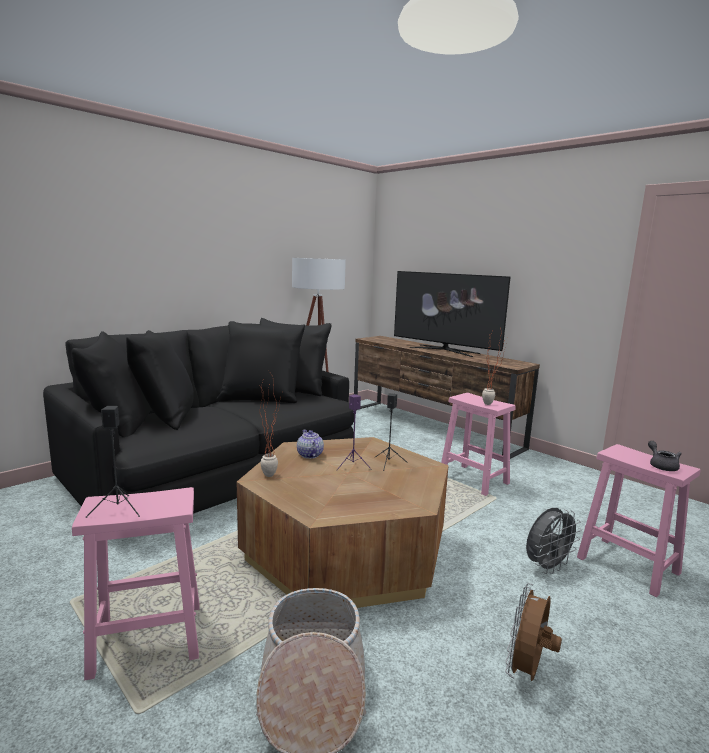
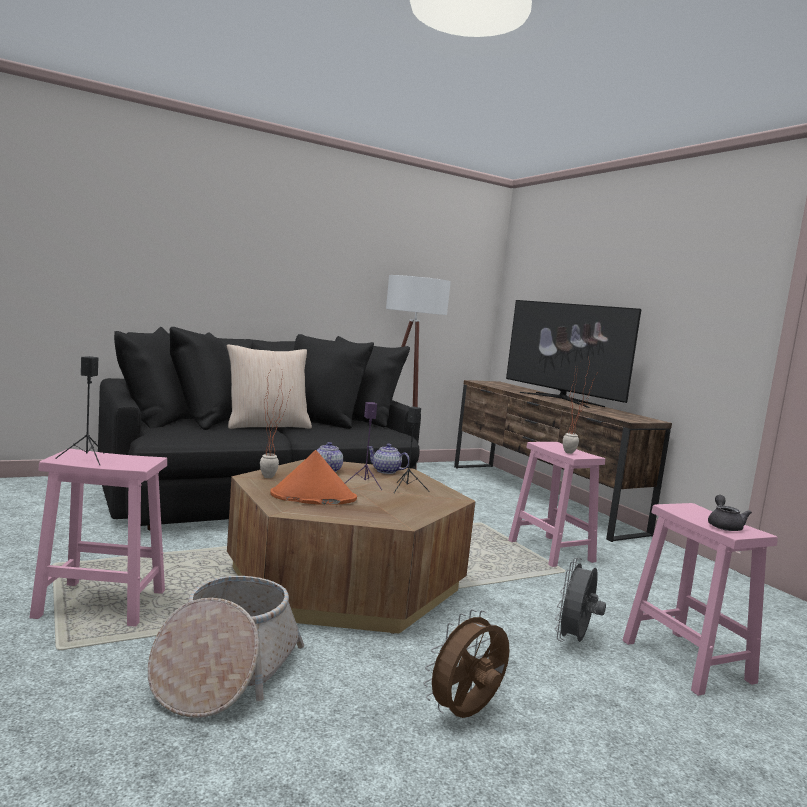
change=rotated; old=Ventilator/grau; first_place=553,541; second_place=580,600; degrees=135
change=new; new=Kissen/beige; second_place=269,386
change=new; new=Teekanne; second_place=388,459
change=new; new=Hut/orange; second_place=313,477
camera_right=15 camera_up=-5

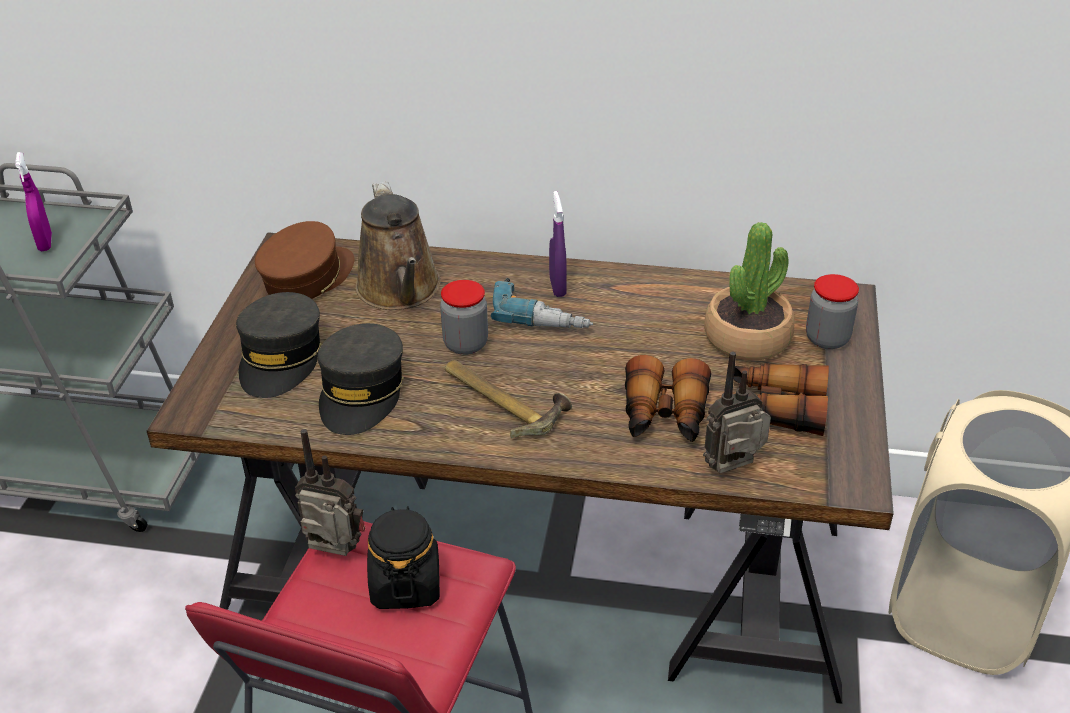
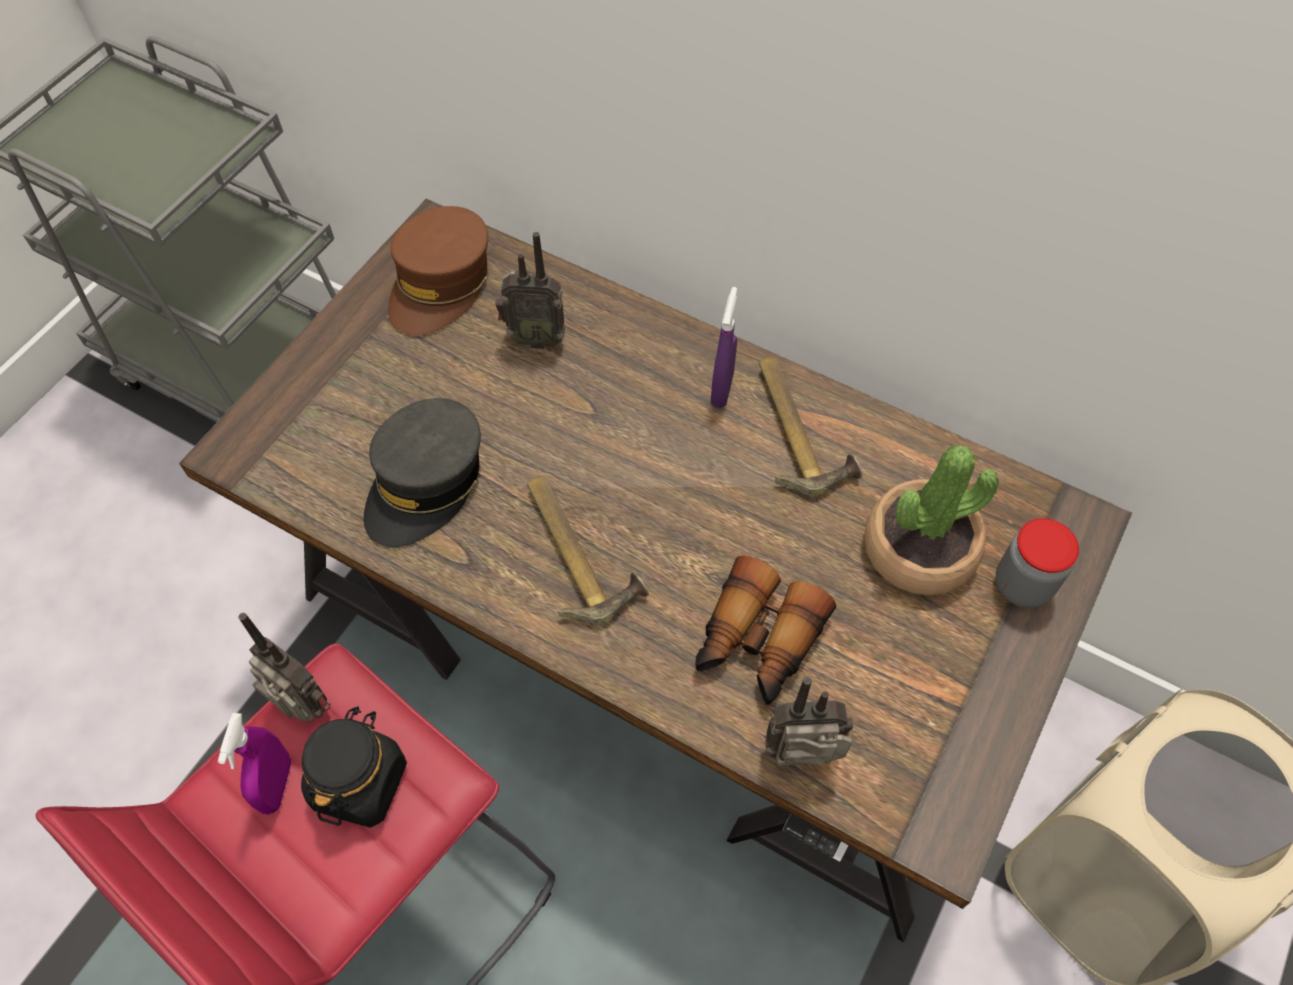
change=shifted; old=Sprühflasche/lila; first_place=33,201; second_place=254,764
change=swapped; old=Gießkanne/braun; new=Radio; first_place=398,245; second_place=530,290
change=rotated; old=Kappe/braun; first_place=304,260; second_place=438,271; degrees=150
change=gone; old=Bohrmaschine; first_place=542,303
change=gone; old=Vorratsglas; first_place=464,317
change=gone; old=Kappe/grau; first_place=279,345
change=gone; old=Fernglas; first_place=781,399
change=new; new=Hammer; second_place=810,426
camera_right=20 camera_up=20

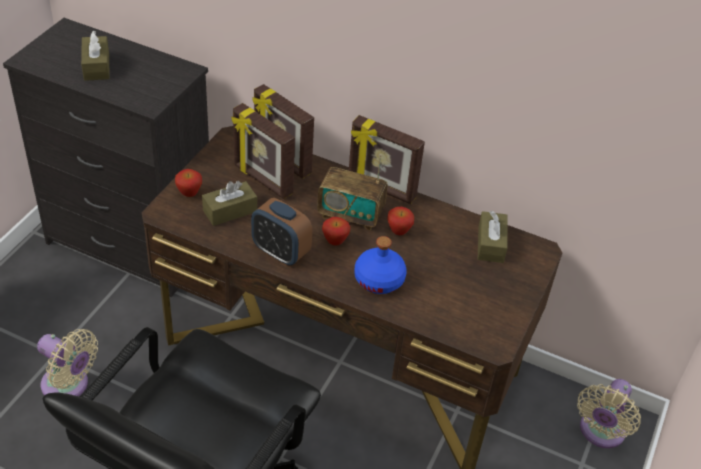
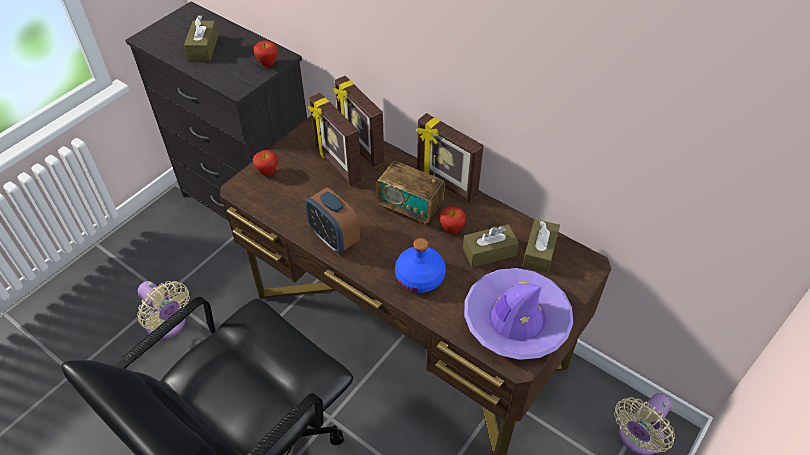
change=shifted; old=Taschentuchbox/braun; first_place=229,203; second_place=491,245
change=shifted; old=Apfel; first_place=336,231; second_place=266,53
change=new; new=Hut/lila; second_place=518,314
camera_right=15 camera_up=5

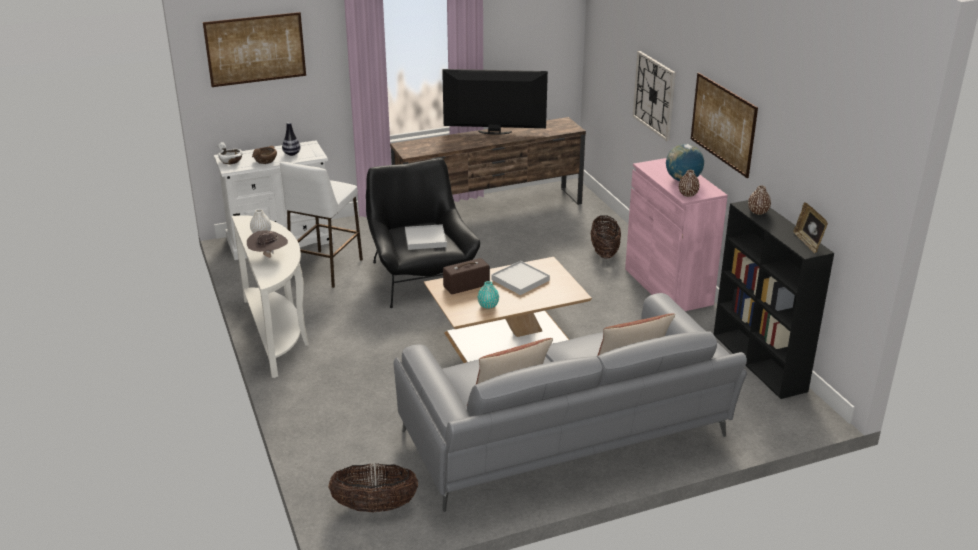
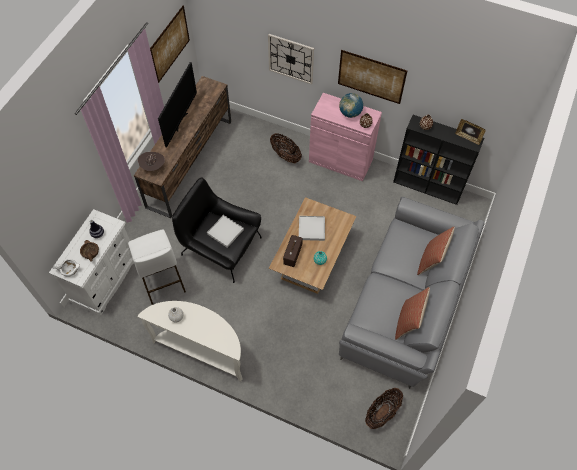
change=shifted; old=Bild; first_place=254,49; second_place=170,44
change=rotated; old=Fernseher; first_place=495,102; second_place=177,104; degrees=150
change=shifted; old=Hut/braun; first_place=267,244; second_place=151,161
camera_right=-45 camera_up=30

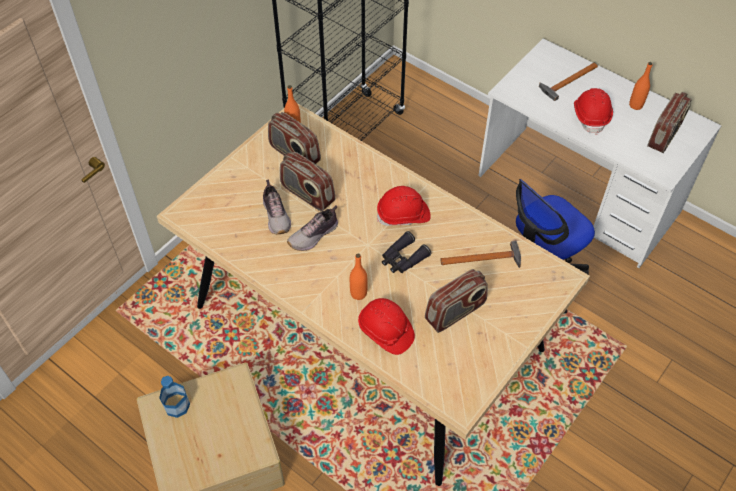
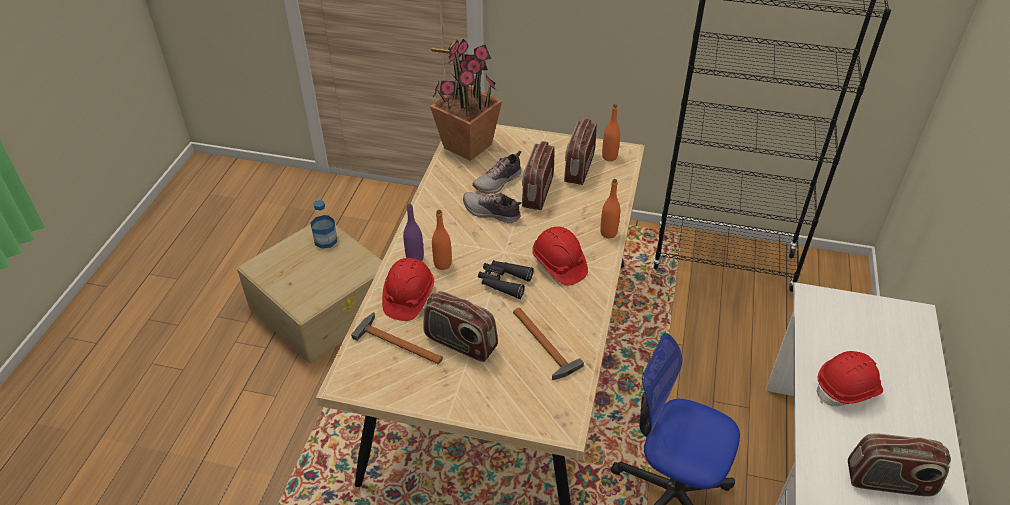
change=shifted; old=Flasche/orange; first_place=640,86; second_place=610,208
change=shifted; old=Hammer; first_place=568,82; second_place=397,338
change=new; new=Topfpflanze; second_place=466,100
change=new; new=Flasche/lila; second_place=413,232
camera_right=65 camera_up=-10

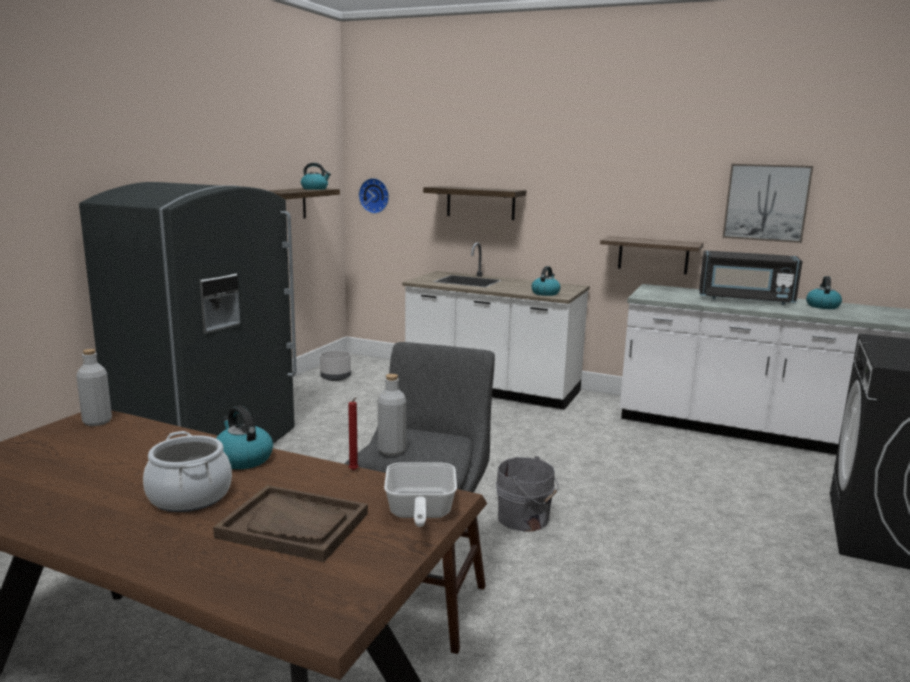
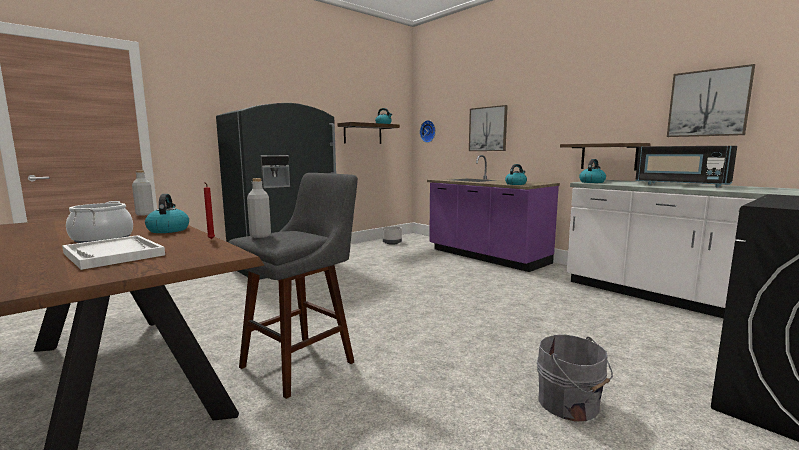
change=swapped; old=Wandregal; new=Bild; first_place=474,203; second_place=488,128
change=repainted; old=Küchenzeile/weiß; new=Küchenzeile/lila; first_place=496,326; second_place=493,213
change=shifted; old=Wasserkessel; first_place=824,292; second_place=592,171
change=shifted; old=Eimer/grau; first_place=527,493; second_place=575,378
change=gone; old=Pfanne; first_place=420,494
change=repainted; old=Tablett/braun; new=Tablett/weiß; first_place=290,523; second_place=113,252
camera_right=25 camera_up=-5

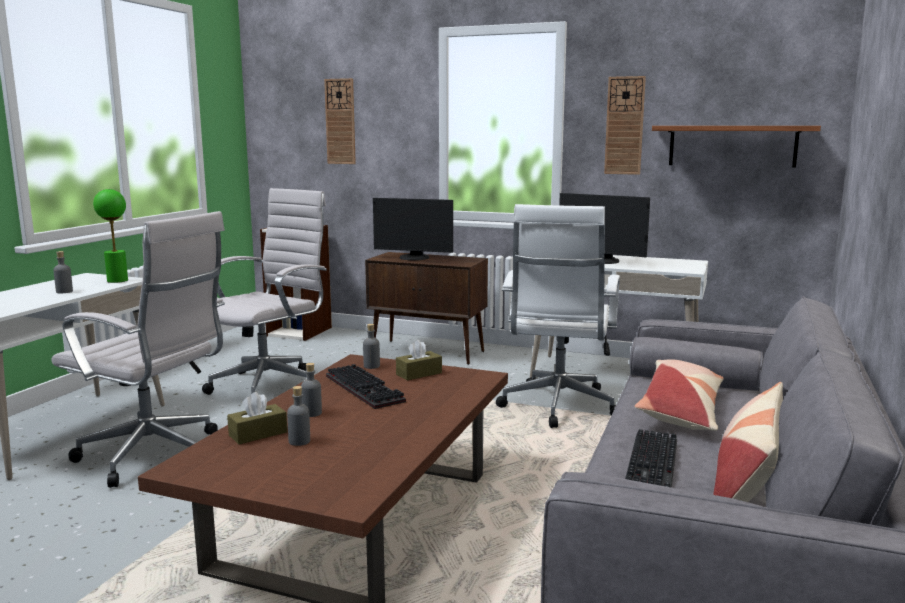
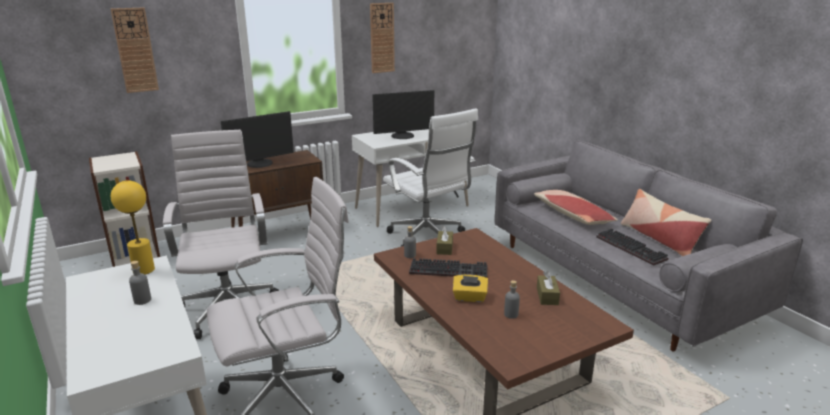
change=gone; old=Wandregal; first_place=736,146
change=repainted; old=Tischlampe/grün; new=Tischlampe/gelb; first_place=110,236; second_place=133,227
change=swapped; old=Flasche/grau; new=Taschentuchbox/gelb; first_place=311,390; second_place=470,288
change=shifted; old=Taschentuchbox/braun; first_place=257,418; second_place=548,288
camera_right=-50 camera_up=10

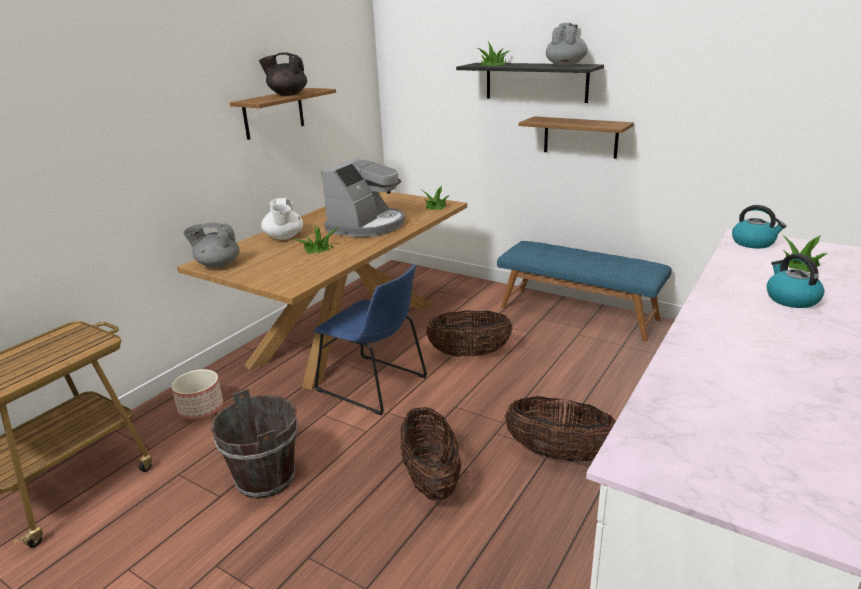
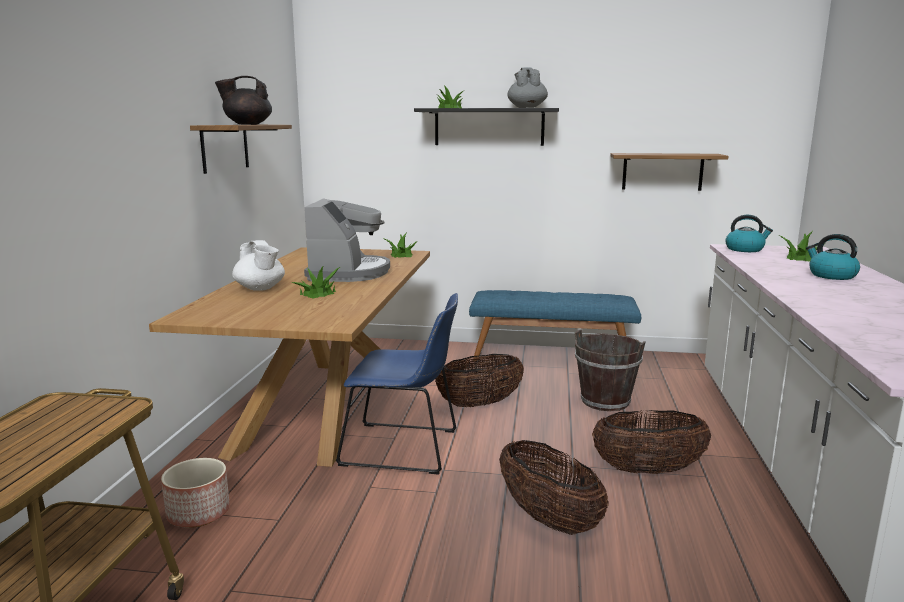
change=shifted; old=Wandregal; first_place=576,137; second_place=669,172
change=gone; old=Teekanne/grau; first_place=211,245
change=shifted; old=Eimer/braun; first_place=254,444; second_place=610,370
camera_right=-25 camera_up=-10

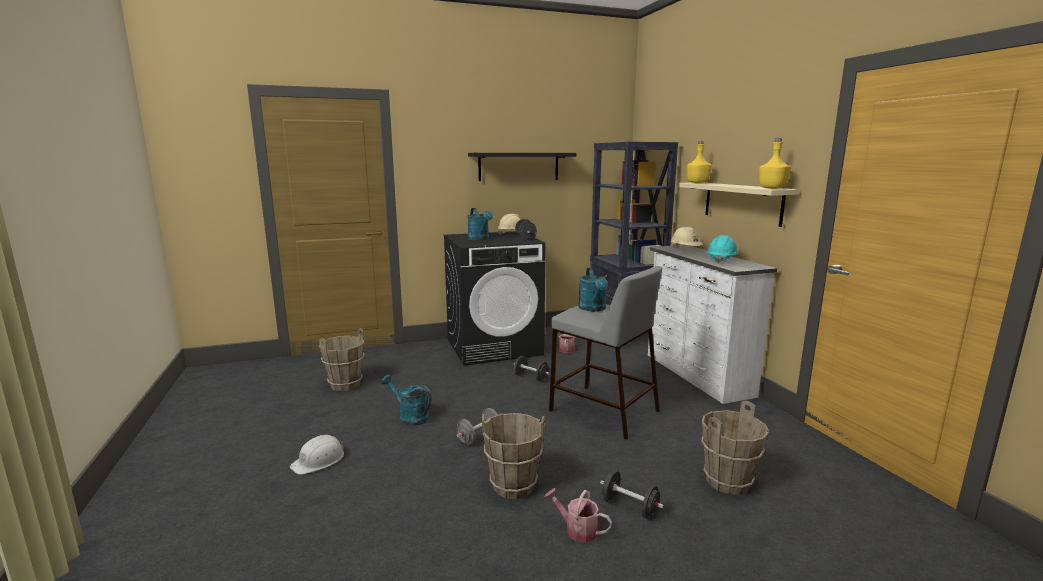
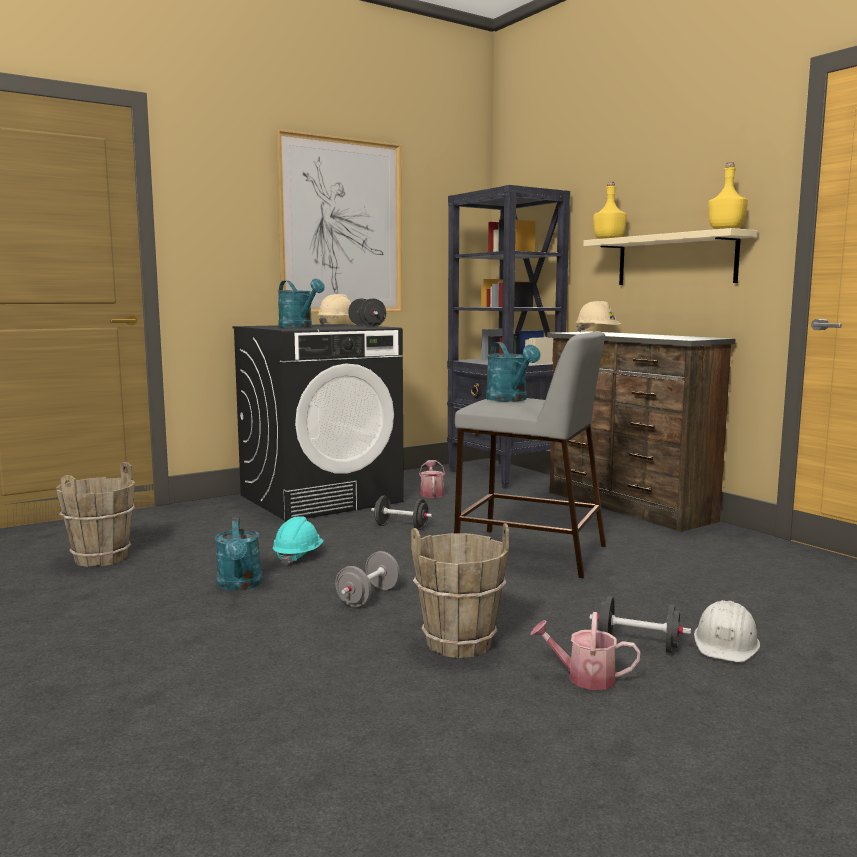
change=swapped; old=Wandregal/schwarz; new=Bild; first_place=522,167; second_place=339,221
change=shifted; old=Schutzhelm/türkis; first_place=722,249; second_place=298,540
change=repainted; old=Kommode/weiß; new=Kommode/braun; first_place=712,324; second_place=641,431
change=rotated; old=Gießkanne/türkis; first_place=406,400; second_place=238,554; degrees=-120
change=gone; old=Eimer/braun; first_place=735,448
change=shifted; old=Schutzhelm/weiß; first_place=317,455; second_place=727,631
camera_right=-15 camera_up=-5

